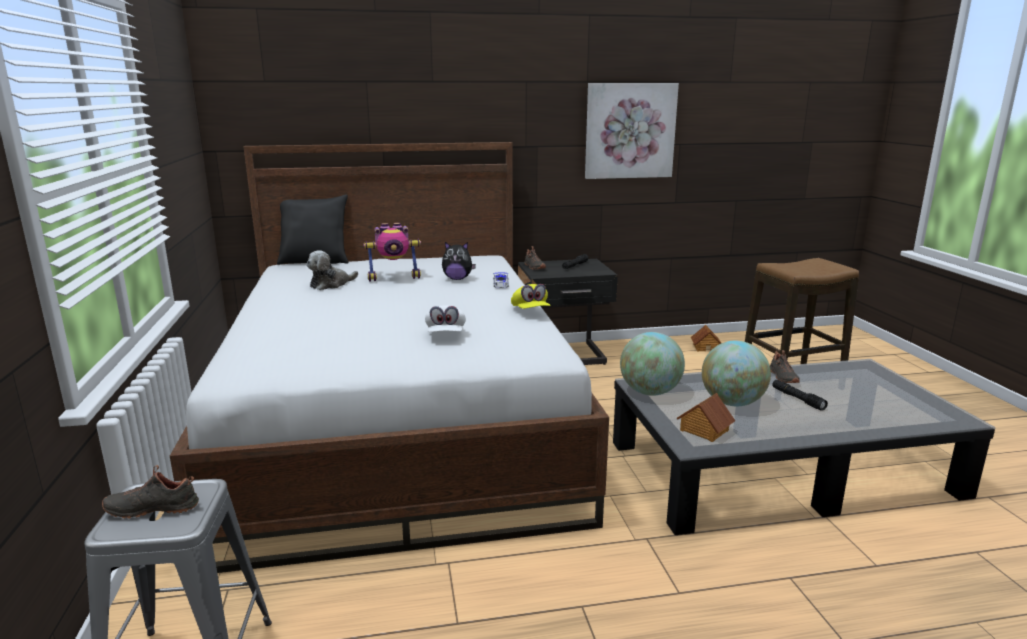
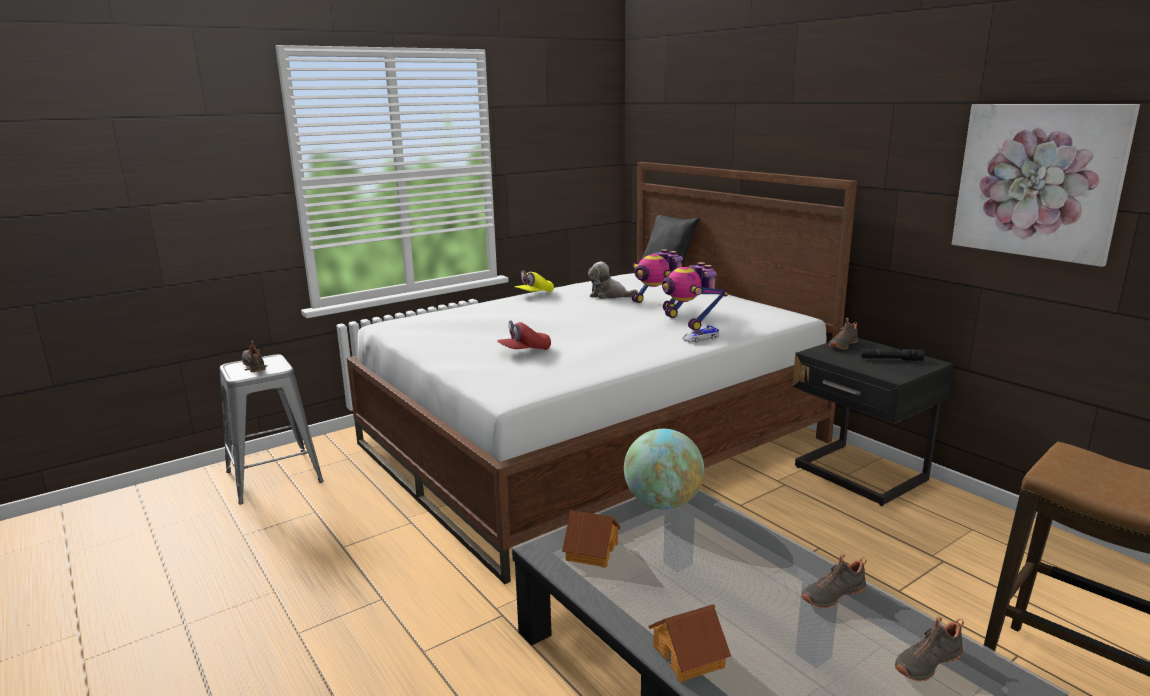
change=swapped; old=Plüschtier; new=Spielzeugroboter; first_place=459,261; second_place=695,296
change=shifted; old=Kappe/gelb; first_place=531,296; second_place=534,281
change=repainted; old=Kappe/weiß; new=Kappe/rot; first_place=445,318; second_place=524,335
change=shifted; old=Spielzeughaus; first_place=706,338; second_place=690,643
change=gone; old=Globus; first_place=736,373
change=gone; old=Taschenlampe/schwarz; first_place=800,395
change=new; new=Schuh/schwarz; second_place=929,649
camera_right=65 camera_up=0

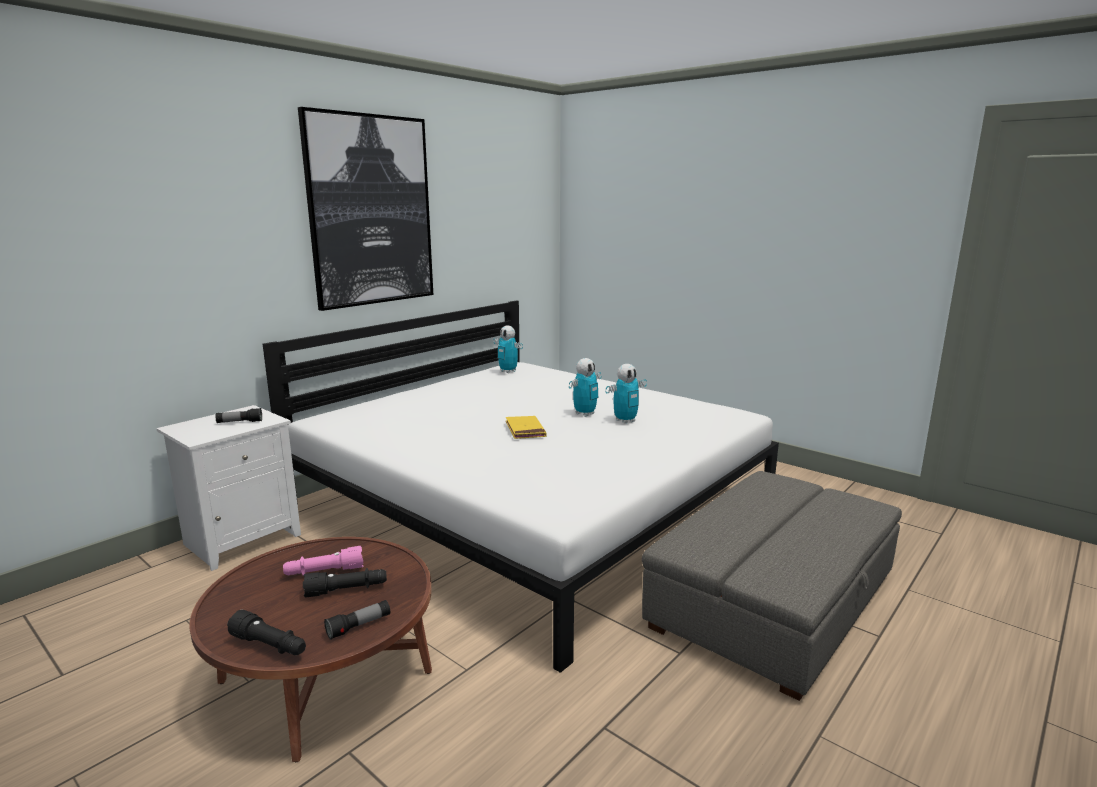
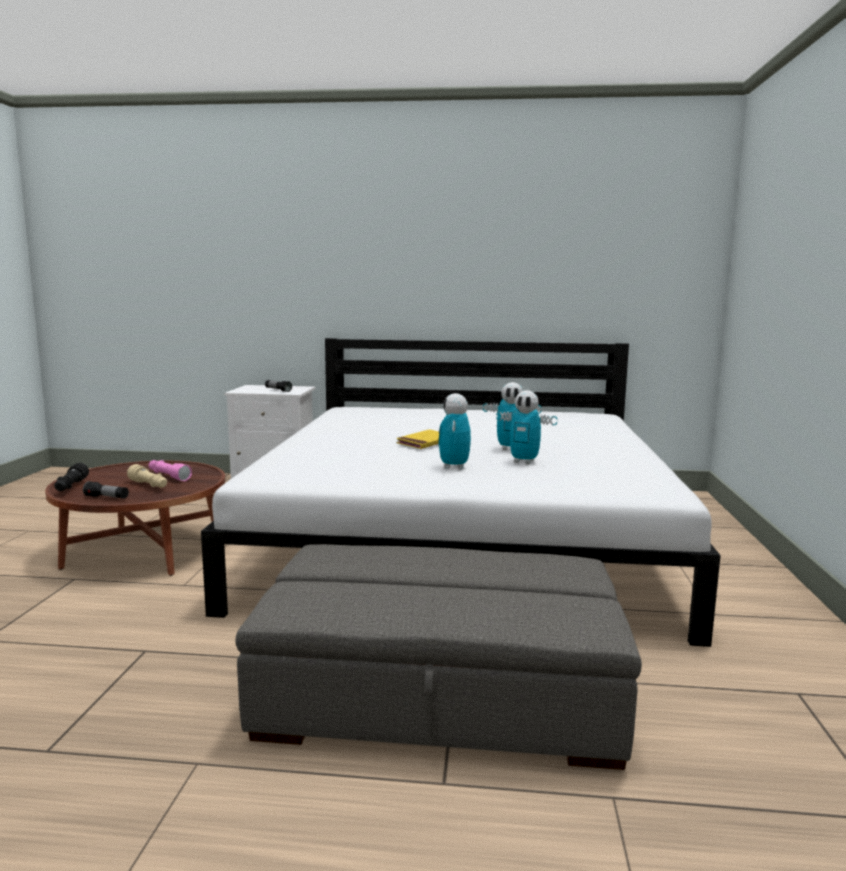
change=gone; old=Bild; first_place=365,209
change=shifted; old=Spielzeugroboter; first_place=508,349; second_place=454,431
change=repainted; old=Taschenlampe/schwarz; new=Taschenlampe/beige; first_place=345,582; second_place=147,476
camera_right=55 camera_up=-5

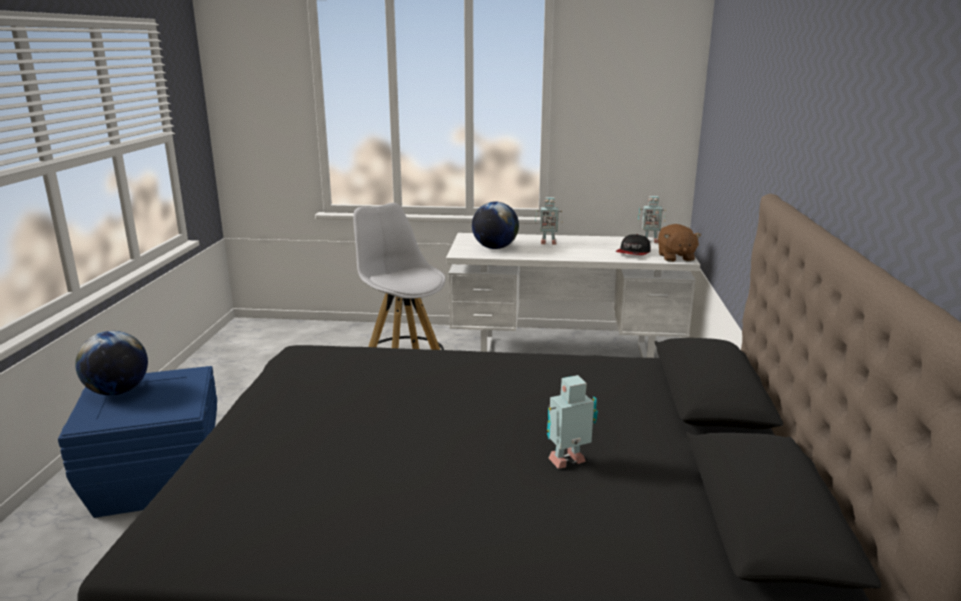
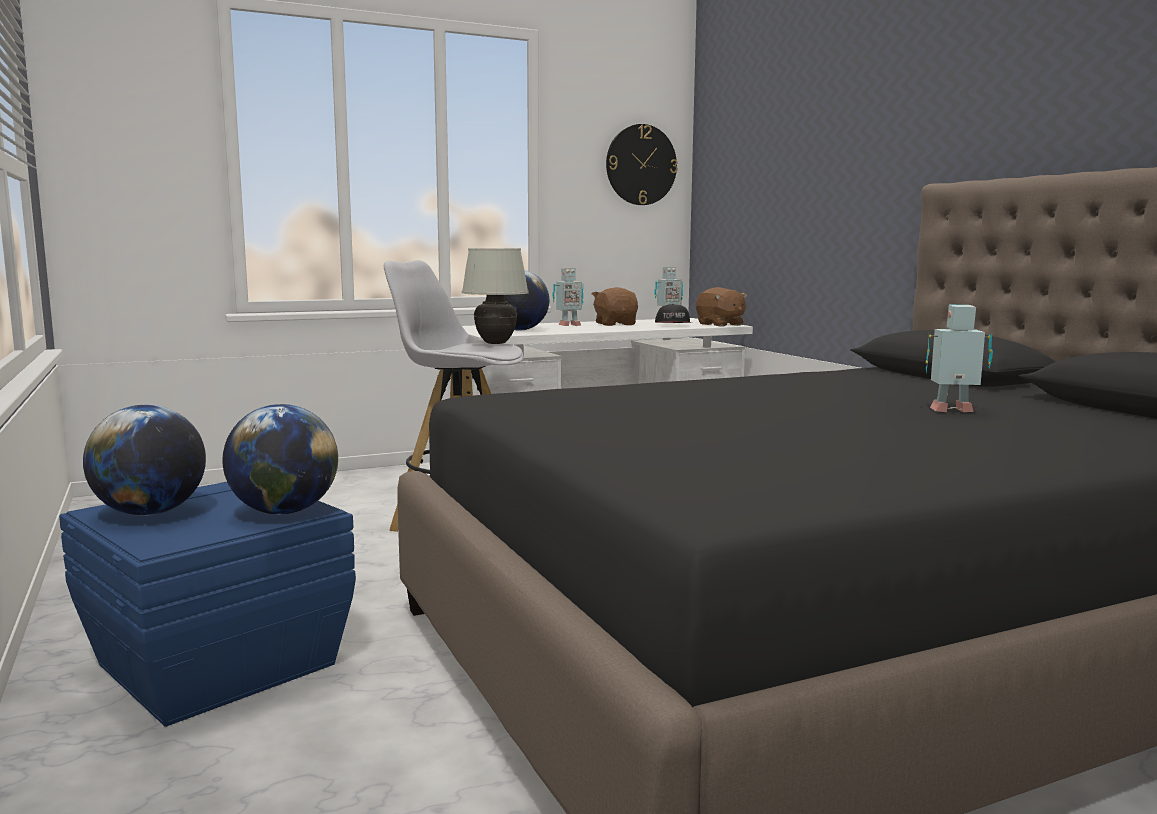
change=rotated; old=Spielzeugroboter; first_place=572,422; second_place=959,358; degrees=60
change=new; new=Wanduhr; second_place=642,164
change=new; new=Tischlampe/weiß; second_place=495,296
change=new; new=Plüschtier/braun; second_place=615,306
change=new; new=Globus; second_place=280,459
camera_right=-30 camera_up=-10

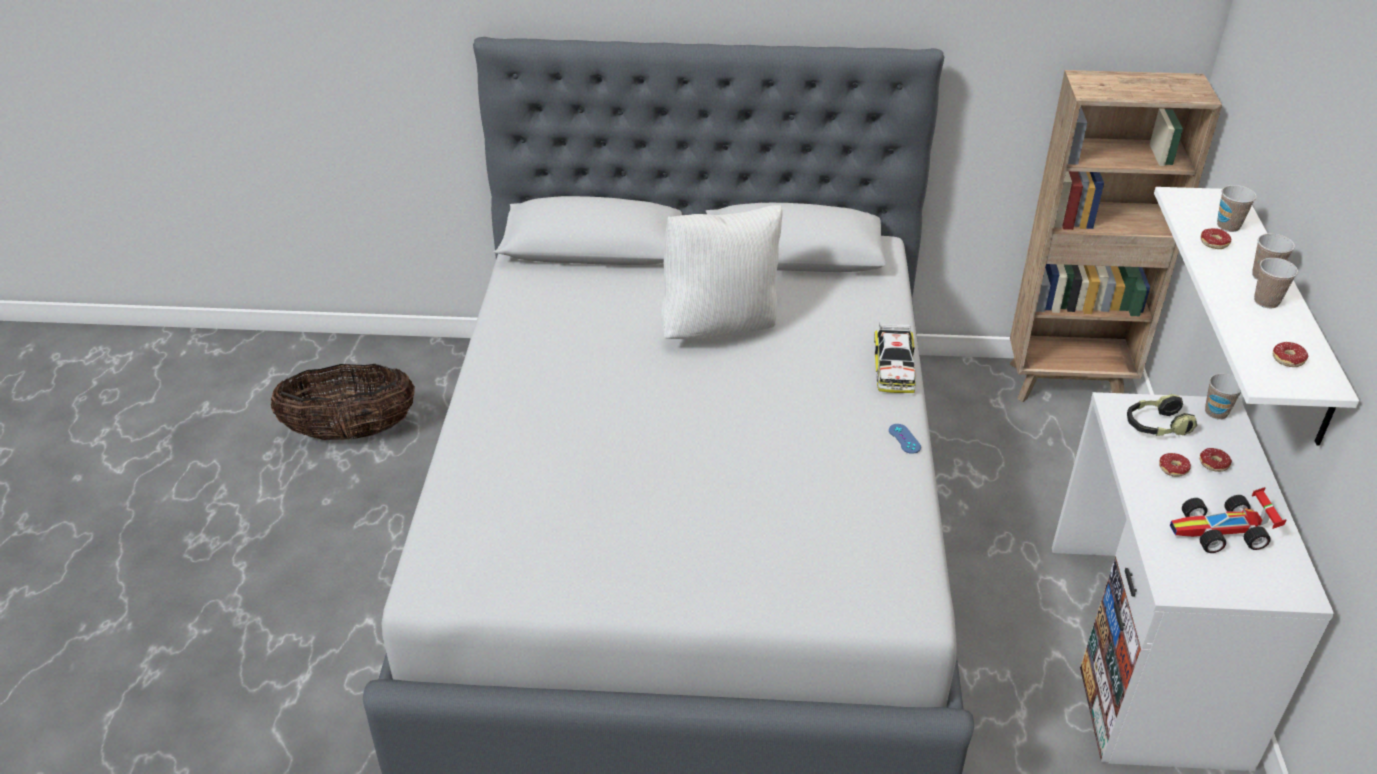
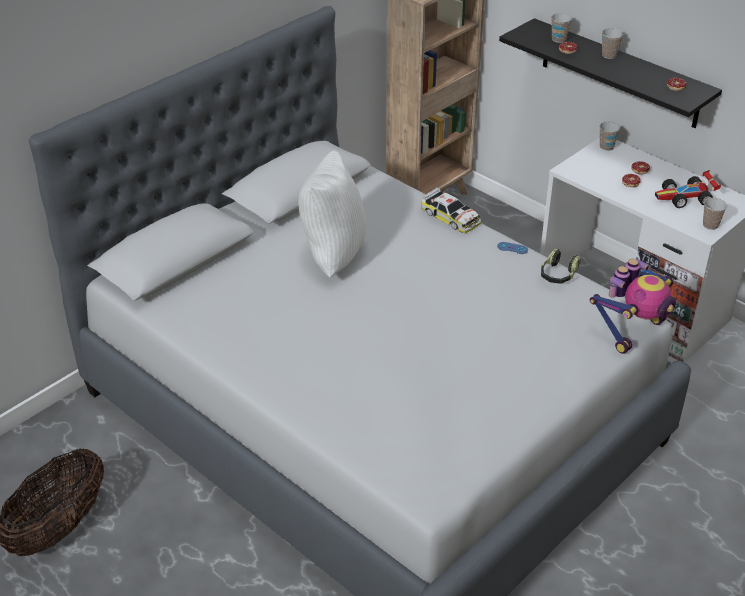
change=repainted; old=Wandregal/weiß; new=Wandregal/schwarz; first_place=1256,316; second_place=610,73
change=shifted; old=Tasse; first_place=1276,283; second_place=715,214
change=shifted; old=Kopfhörer; first_place=1162,415; second_place=560,266
change=rotated; old=Spielzeugauto; first_place=1228,520; second_place=688,189; degrees=45
change=new; new=Spielzeugroboter; second_place=633,306
camera_right=-50 camera_up=0

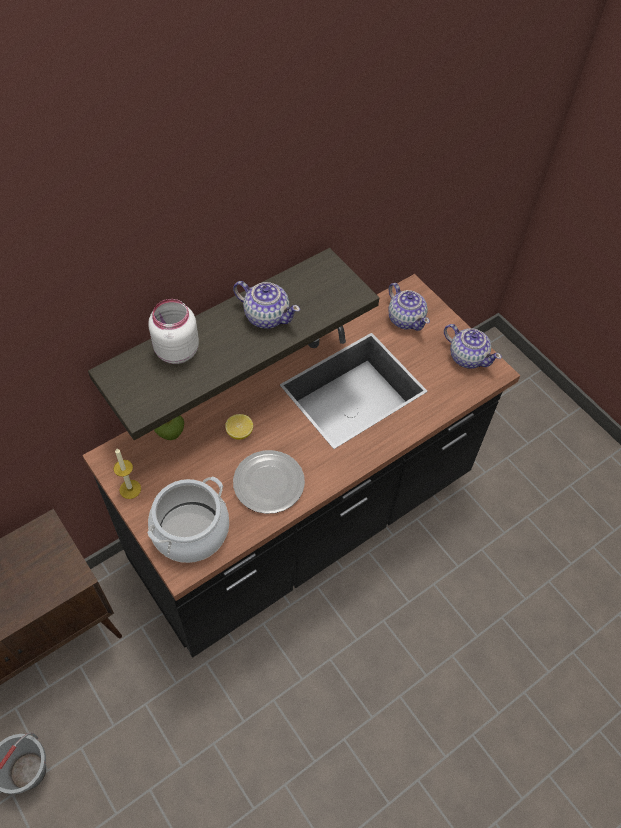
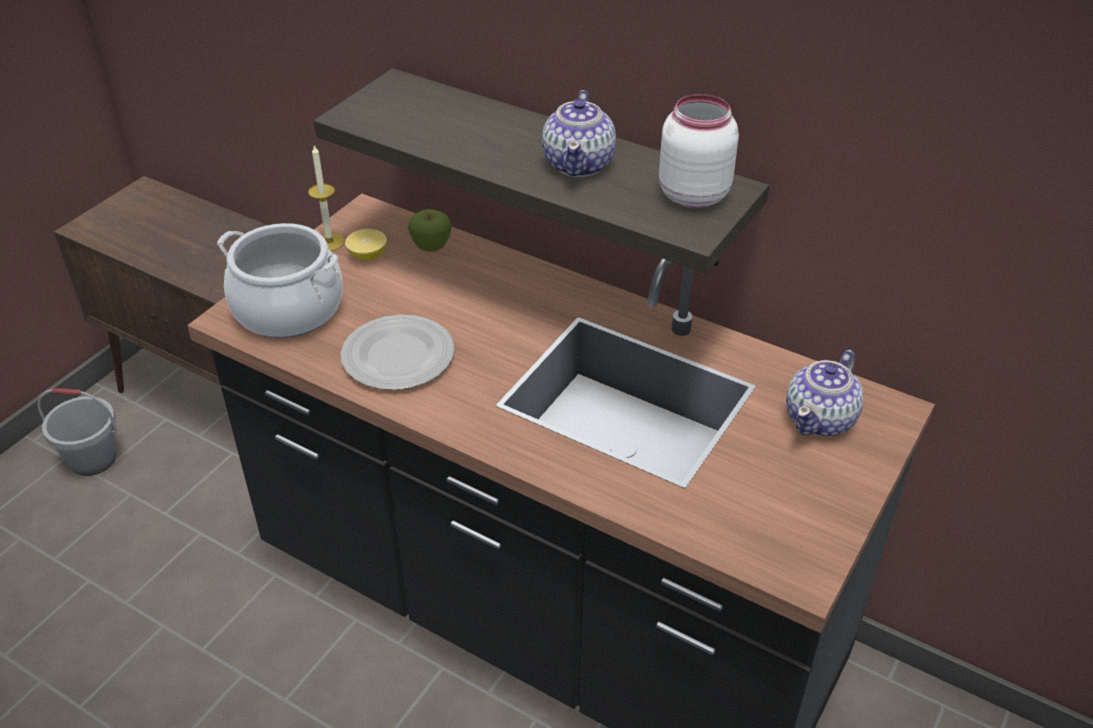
change=shifted; old=Vorratsglas/weiß; first_place=173,331; second_place=699,151
change=gone; old=Teekanne; first_place=473,346
change=shifted; old=Zitrone; first_place=239,427; second_place=366,245
camera_right=70 camera_up=-15

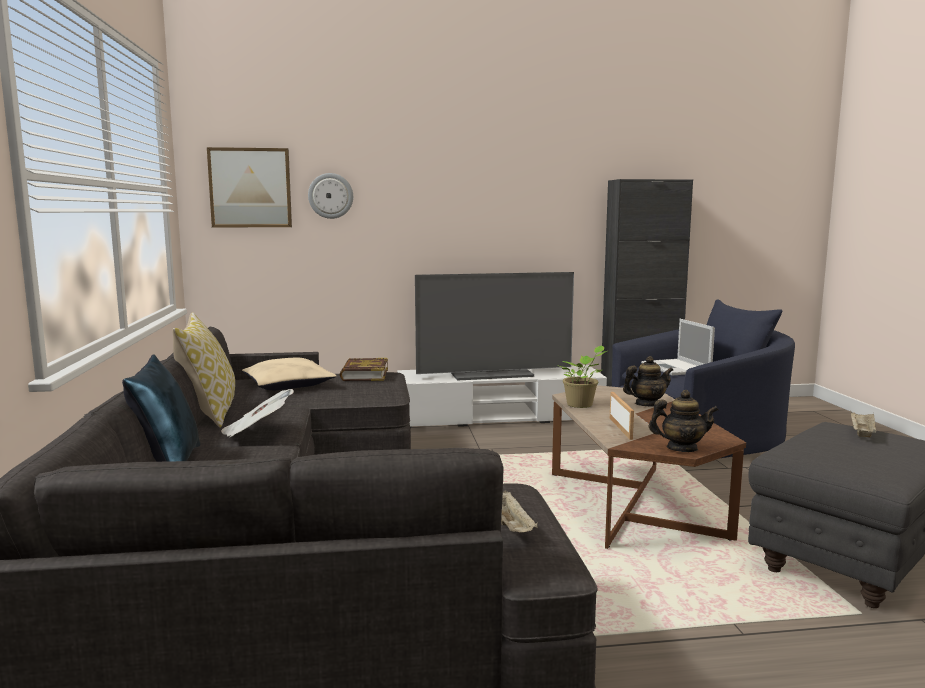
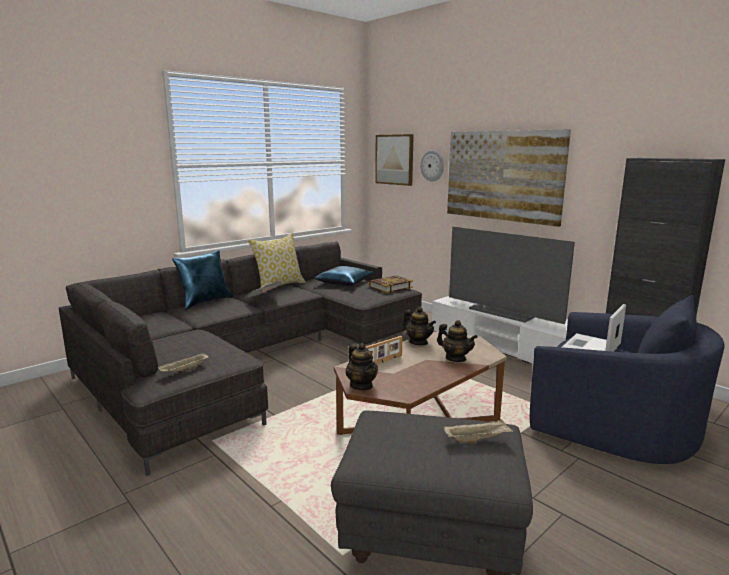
change=swapped; old=Topfpflanze; new=Teekanne; first_place=581,376; second_place=419,326
change=repainted; old=Kissen/beige; new=Kissen/blau; first_place=289,374; second_place=344,276
change=new; new=Bild; second_place=509,178
camera_right=55 camera_up=5

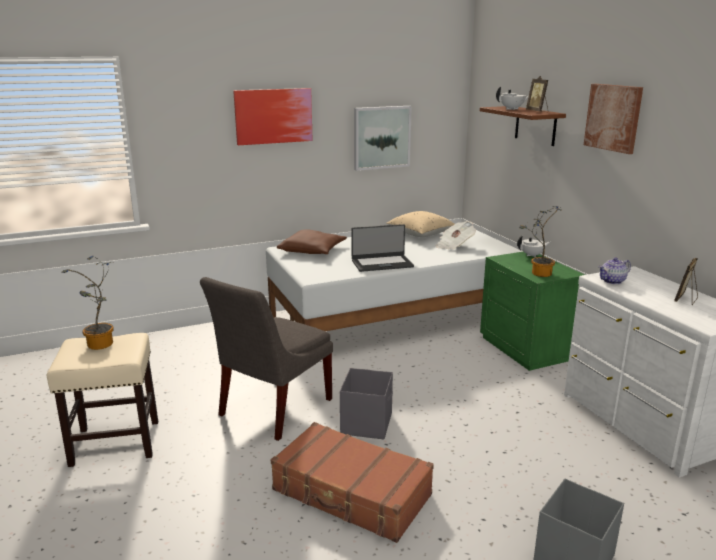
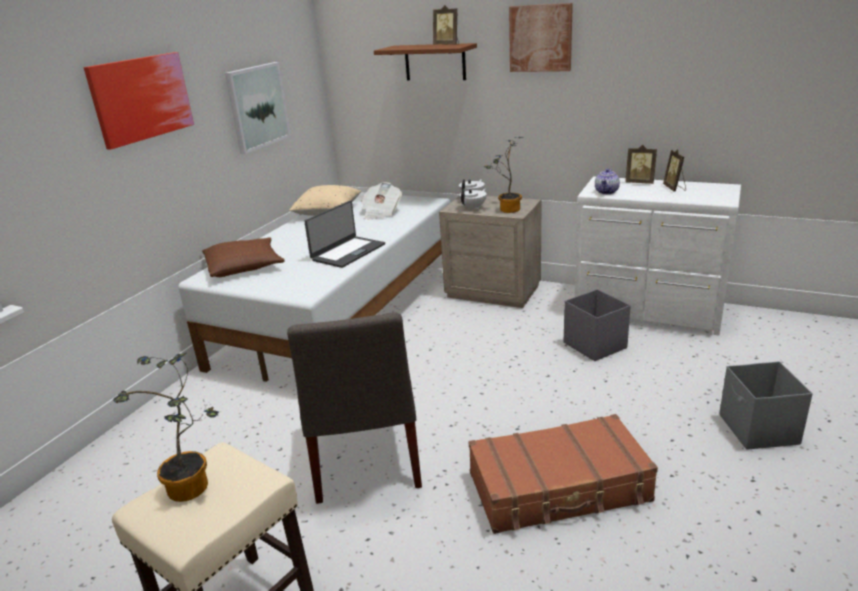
change=shifted; old=Teekanne/weiß; first_place=512,98; second_place=473,199
change=repainted; old=Nachttisch/grün; new=Nachttisch/beige; first_place=532,311; second_place=490,252
change=shifted; old=Aufbewahrungsbox/grau; first_place=366,403; second_place=597,325
change=new; new=Bilderrahmen; second_place=641,164
camera_right=-40 camera_up=5

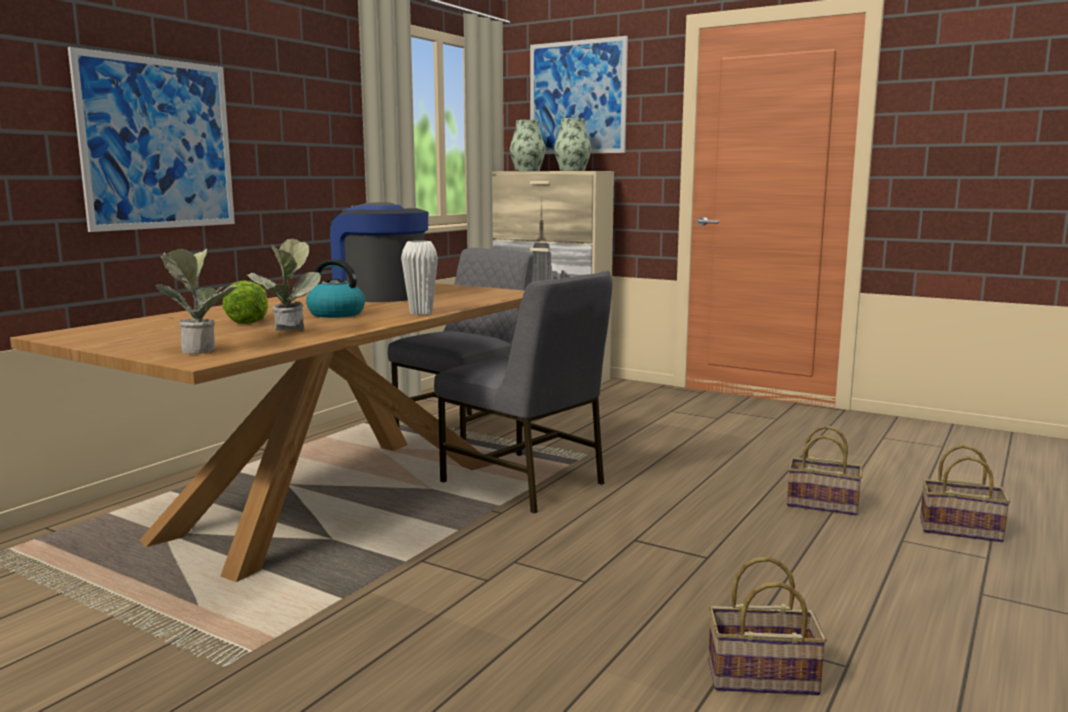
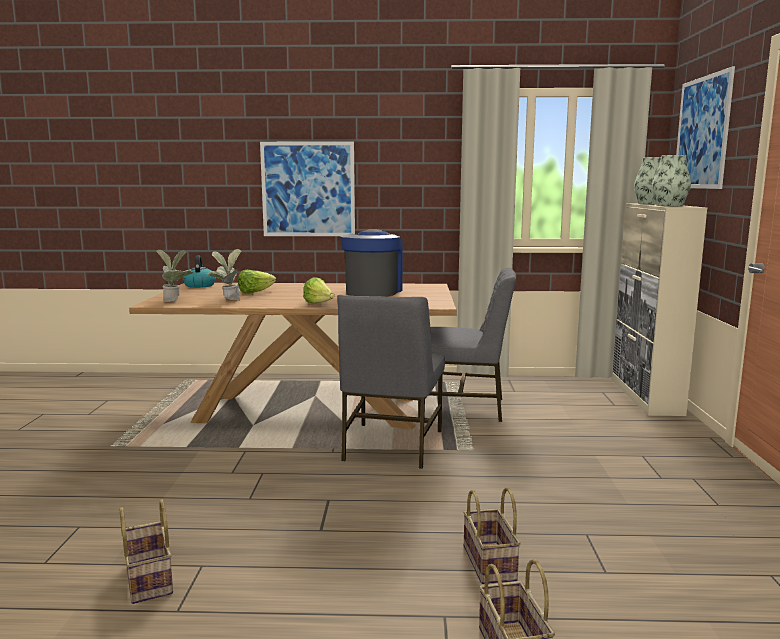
change=swapped; old=Vase/weiß; new=Salatkopf; first_place=419,278; second_place=318,290
change=shifted; old=Wasserkessel; first_place=335,288; second_place=199,272
camera_right=60 camera_up=0

